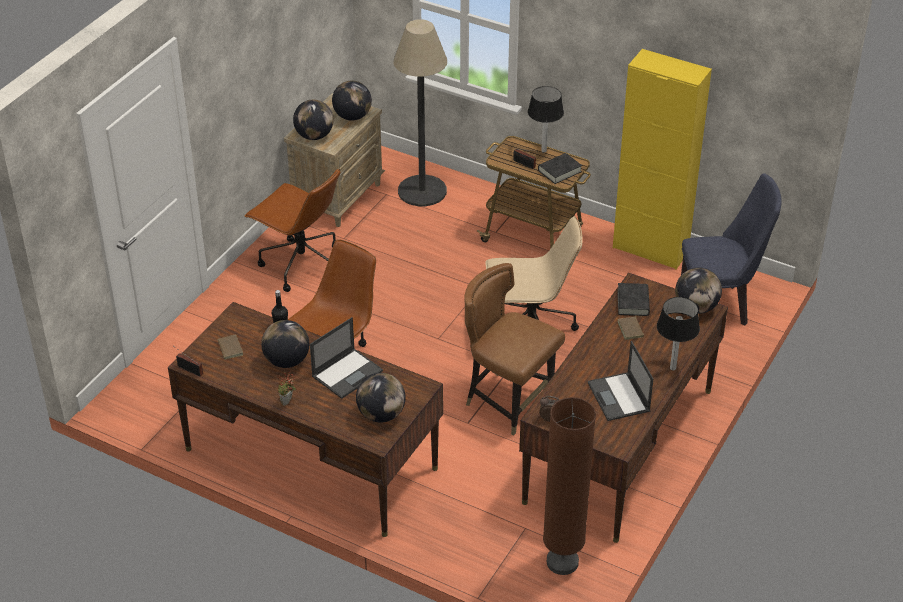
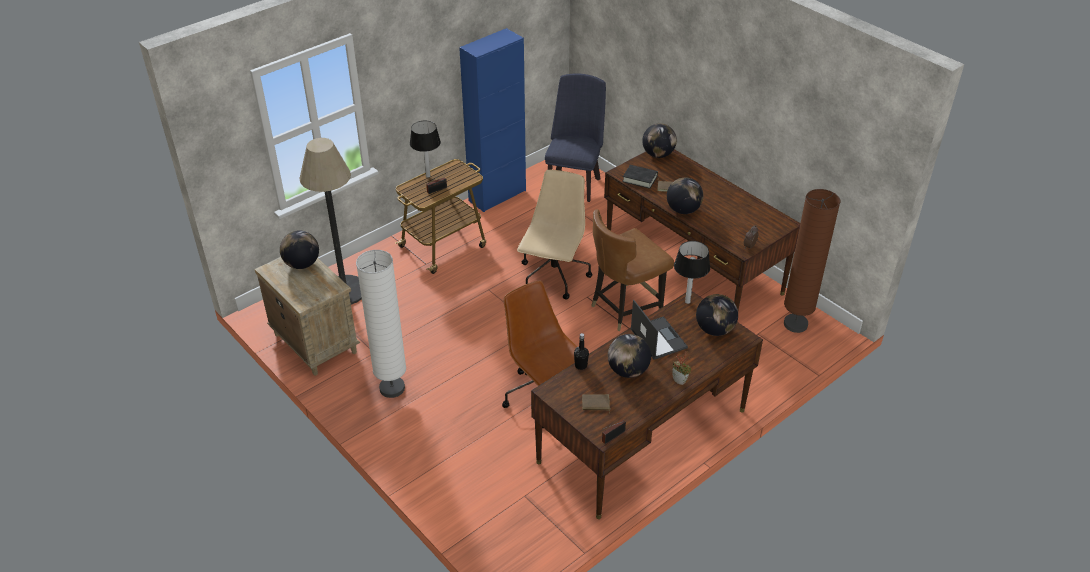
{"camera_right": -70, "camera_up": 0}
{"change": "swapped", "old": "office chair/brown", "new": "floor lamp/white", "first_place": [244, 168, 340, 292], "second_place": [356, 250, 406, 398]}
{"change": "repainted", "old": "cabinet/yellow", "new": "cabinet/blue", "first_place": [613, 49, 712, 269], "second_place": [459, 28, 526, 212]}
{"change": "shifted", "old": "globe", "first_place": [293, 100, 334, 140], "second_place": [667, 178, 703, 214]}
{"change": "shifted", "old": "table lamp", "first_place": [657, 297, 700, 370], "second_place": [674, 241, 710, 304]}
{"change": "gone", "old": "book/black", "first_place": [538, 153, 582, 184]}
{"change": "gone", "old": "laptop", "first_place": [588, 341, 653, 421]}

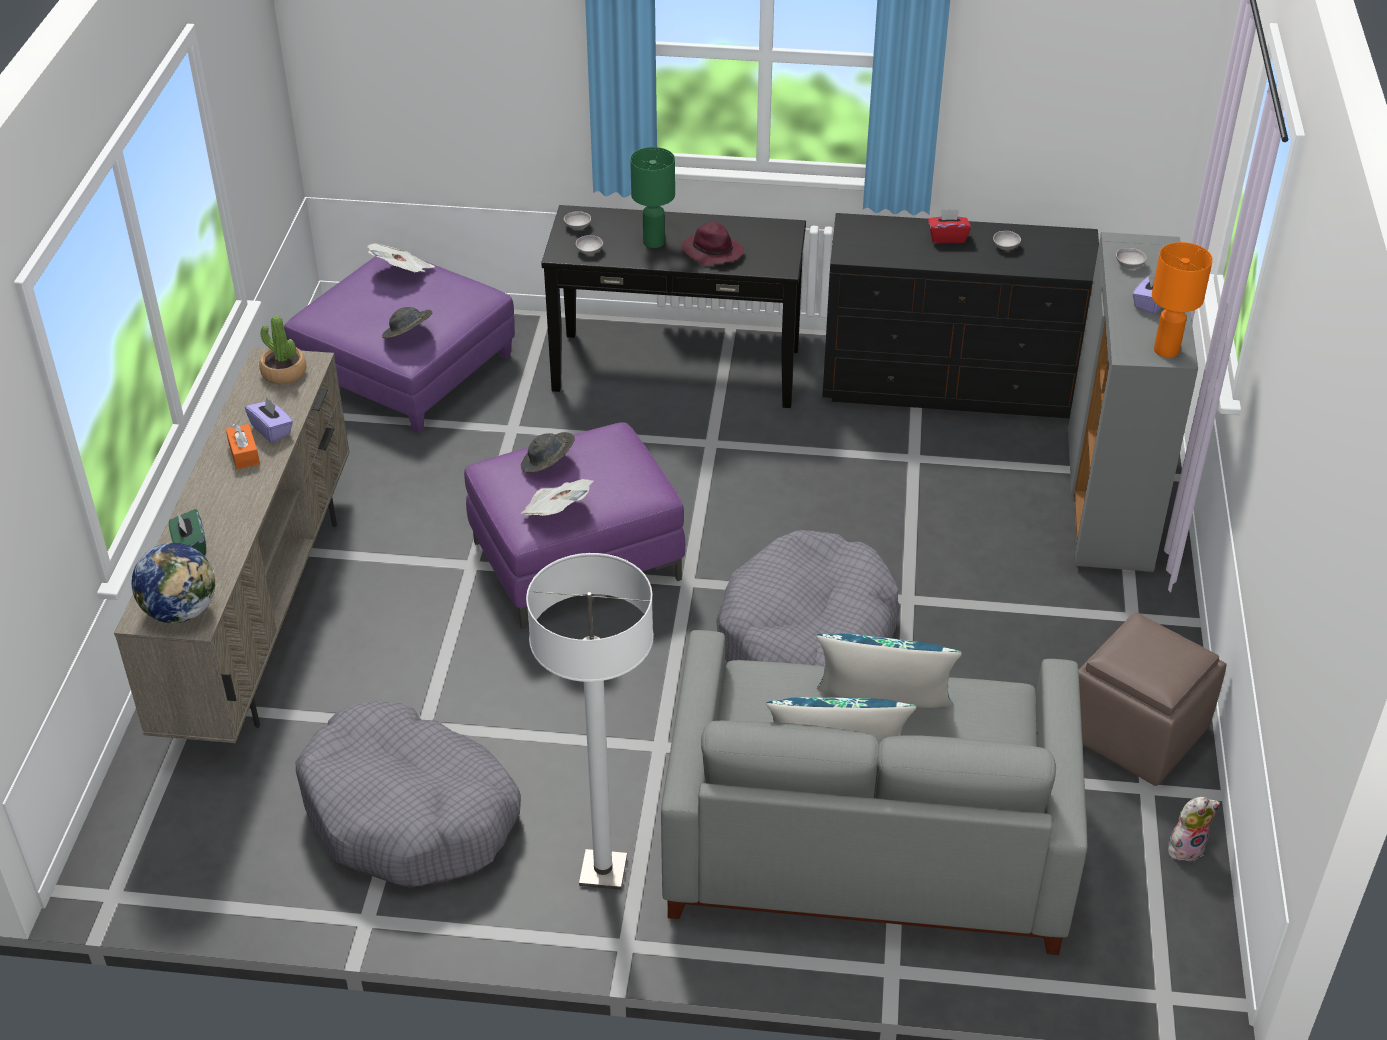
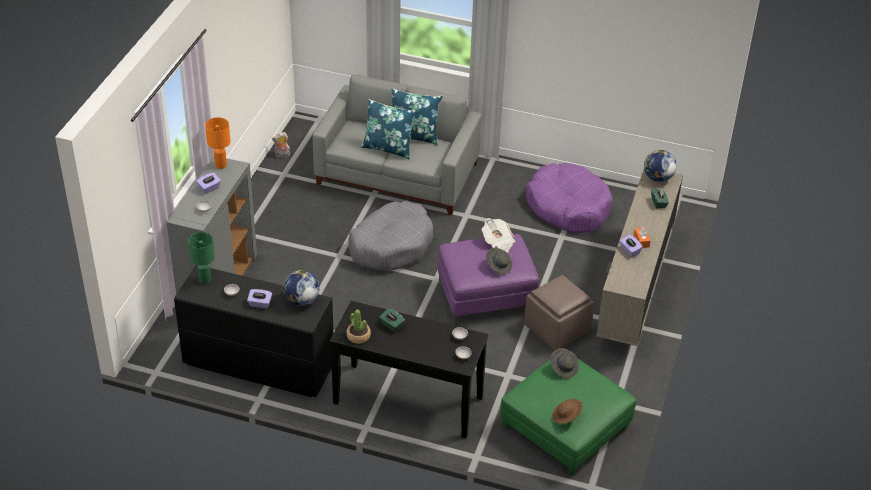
{"camera_right": -170, "camera_up": 0}
{"change": "shifted", "old": "table lamp/green", "first_place": [630, 147, 675, 248], "second_place": [188, 232, 215, 284]}
{"change": "repainted", "old": "tissue box/red", "new": "tissue box/purple", "first_place": [928, 209, 971, 244], "second_place": [247, 289, 272, 308]}
{"change": "new", "new": "globe", "second_place": [283, 270, 320, 306]}
{"change": "shifted", "old": "potted plant", "first_place": [259, 316, 306, 385], "second_place": [347, 310, 371, 344]}
{"change": "swapped", "old": "hat/purple", "new": "tissue box/green", "first_place": [681, 222, 744, 266], "second_place": [379, 308, 405, 332]}
{"change": "repainted", "old": "ottoman/purple", "new": "ottoman/green", "first_place": [284, 256, 515, 433], "second_place": [501, 358, 637, 476]}
{"change": "shifted", "old": "ottoman/brown", "first_place": [1078, 613, 1227, 786], "second_place": [524, 275, 595, 350]}
{"change": "repainted", "old": "dog bed/grey", "new": "dog bed/purple", "first_place": [296, 701, 521, 888], "second_place": [526, 163, 613, 233]}
{"change": "swapped", "old": "newspaper", "new": "hat/brown", "first_place": [367, 243, 435, 273], "second_place": [552, 399, 583, 424]}
{"change": "gone", "old": "floor lamp/white", "first_place": [526, 553, 654, 890]}

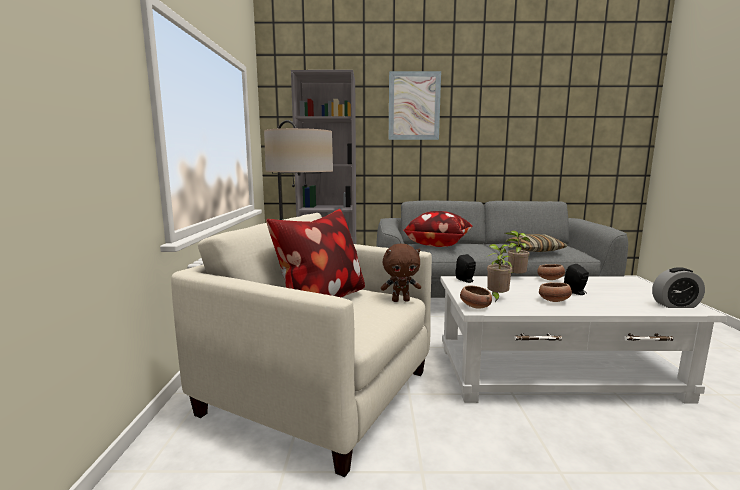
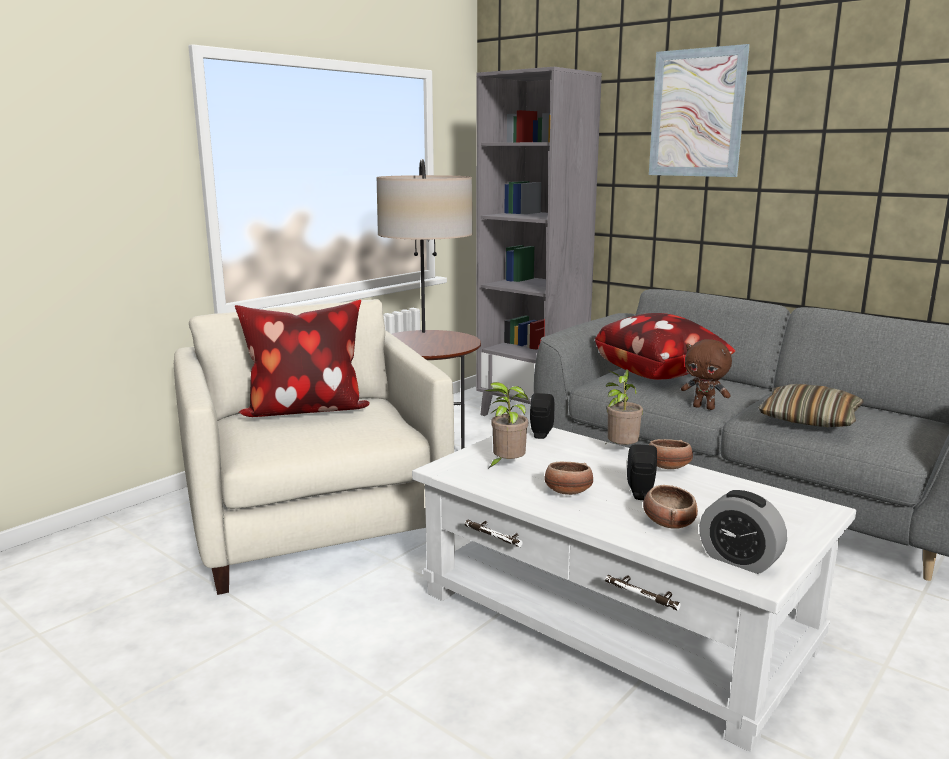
{"camera_right": 40, "camera_up": 5}
{"change": "shifted", "old": "bowl", "first_place": [460, 285, 492, 309], "second_place": [643, 485, 698, 529]}
{"change": "shifted", "old": "plush toy/brown", "first_place": [381, 244, 421, 302], "second_place": [681, 339, 732, 410]}

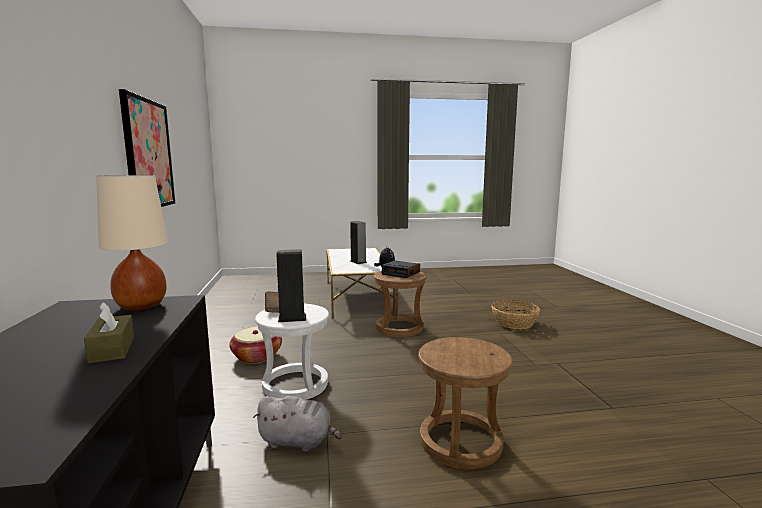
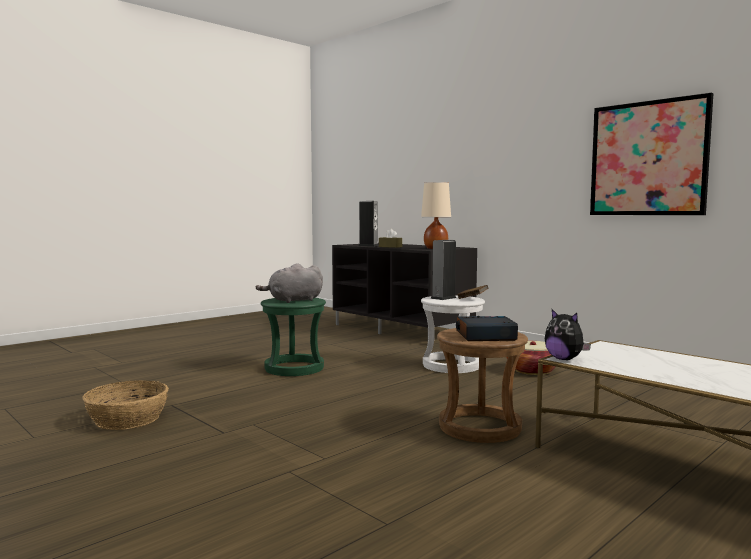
{"camera_right": 145, "camera_up": -5}
{"change": "shifted", "old": "basket", "first_place": [491, 300, 540, 329], "second_place": [82, 380, 168, 430]}
{"change": "shifted", "old": "plush toy/grey", "first_place": [253, 396, 342, 452], "second_place": [256, 263, 323, 303]}
{"change": "repainted", "old": "stool/brown", "new": "stool/green", "first_place": [418, 337, 513, 469], "second_place": [261, 298, 326, 376]}
{"change": "shifted", "old": "speaker", "first_place": [350, 221, 367, 264], "second_place": [358, 201, 379, 246]}

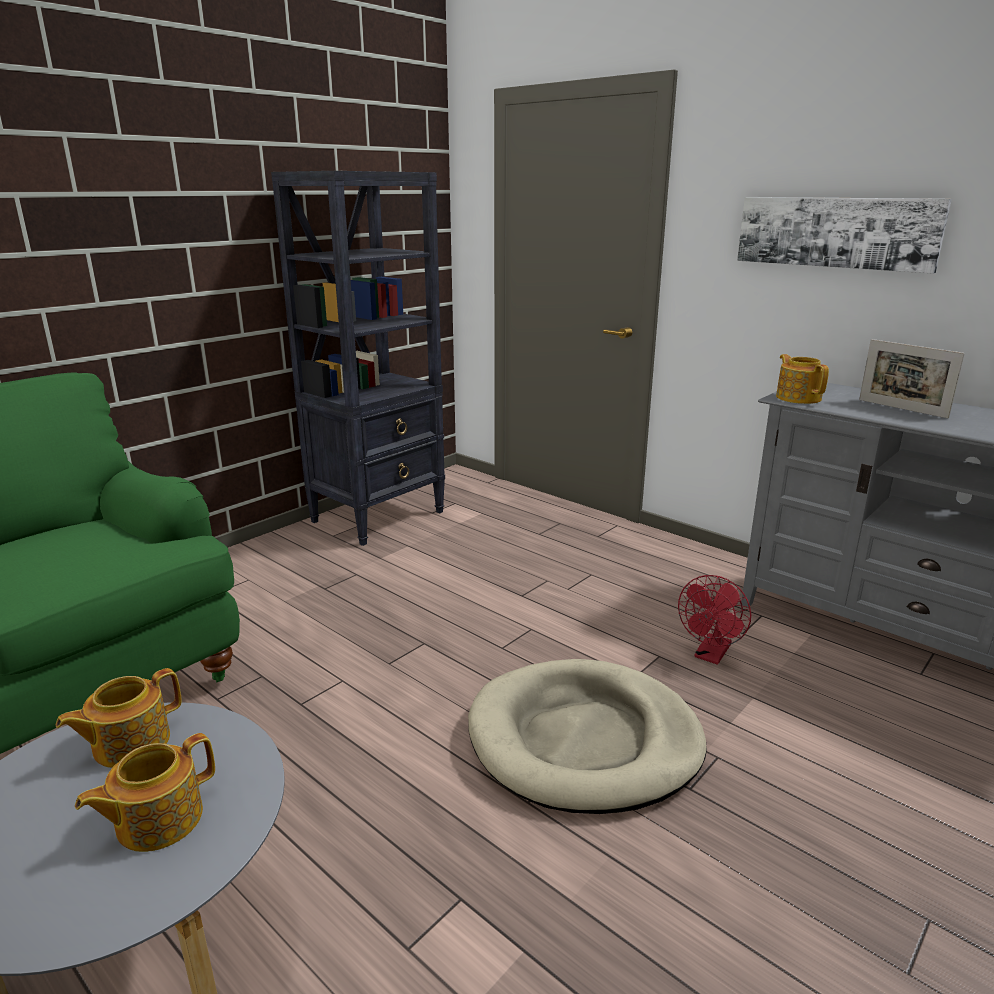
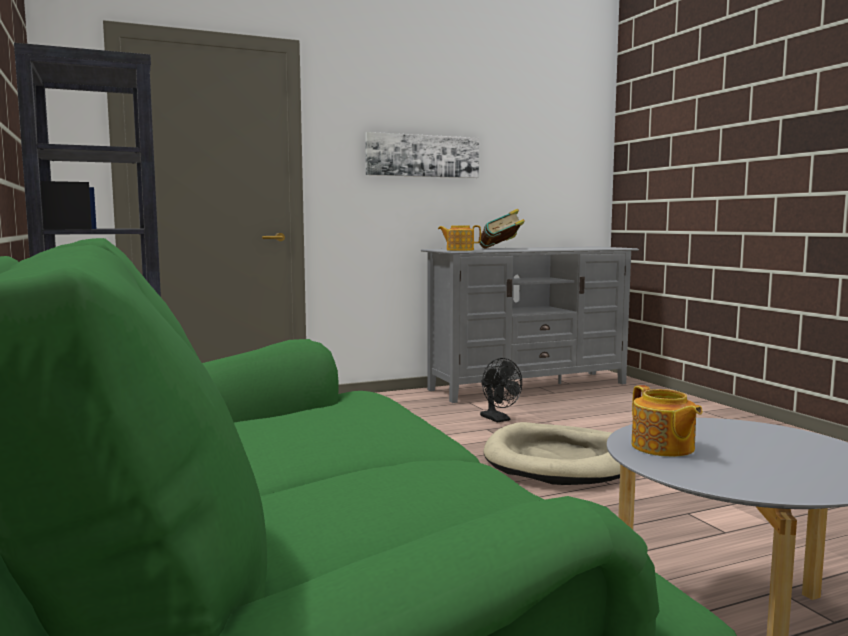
{"camera_right": -65, "camera_up": -15}
{"change": "swapped", "old": "picture frame", "new": "book", "first_place": [859, 339, 965, 418], "second_place": [480, 209, 525, 249]}
{"change": "repainted", "old": "fan/red", "new": "fan/black", "first_place": [678, 575, 751, 664], "second_place": [480, 358, 522, 423]}
{"change": "gone", "old": "teapot", "first_place": [75, 733, 215, 852]}

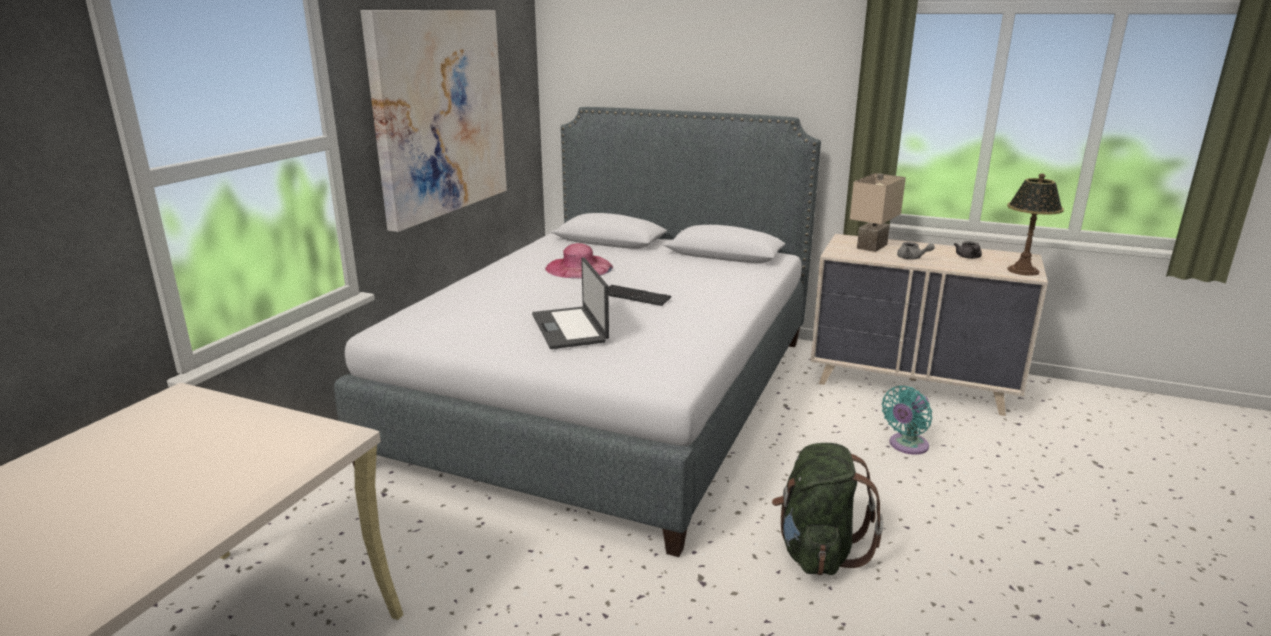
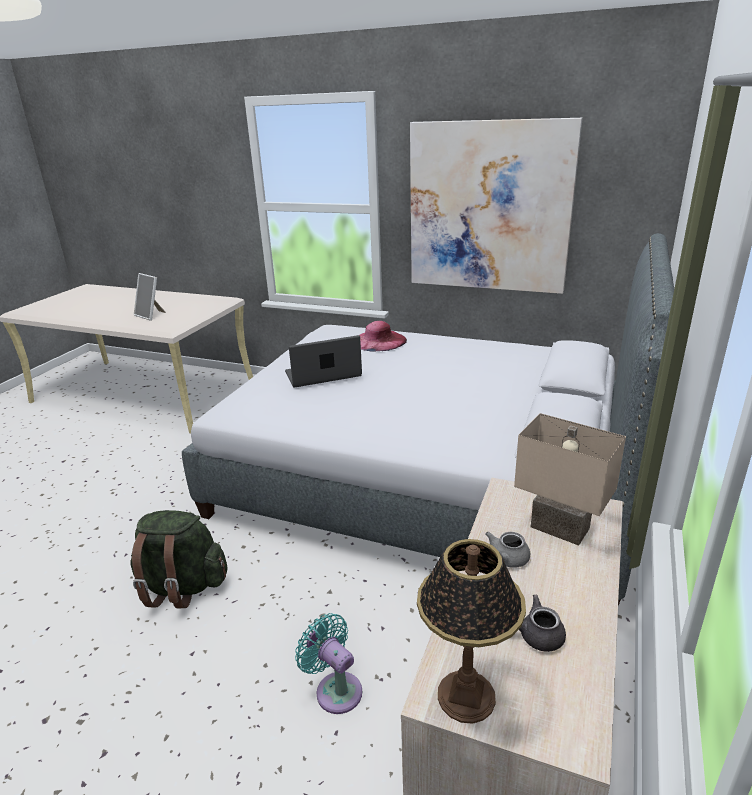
{"camera_right": 90, "camera_up": 5}
{"change": "new", "new": "picture frame", "second_place": [134, 273, 166, 321]}
{"change": "shifted", "old": "hat/pink", "first_place": [545, 243, 613, 279], "second_place": [359, 321, 407, 351]}
{"change": "gone", "old": "keyboard", "first_place": [608, 285, 672, 306]}

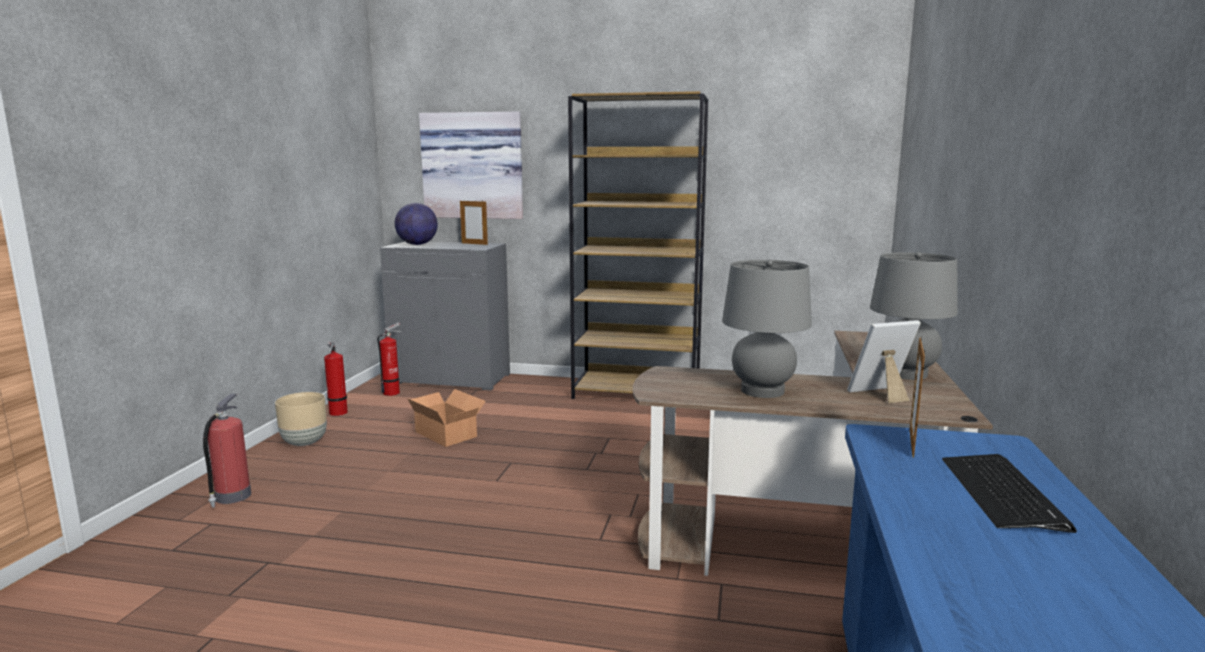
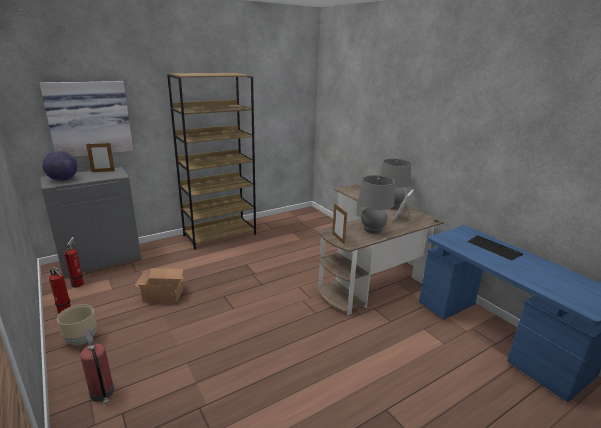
{"camera_right": -45, "camera_up": 10}
{"change": "shifted", "old": "picture frame", "first_place": [910, 337, 925, 458], "second_place": [332, 203, 347, 245]}

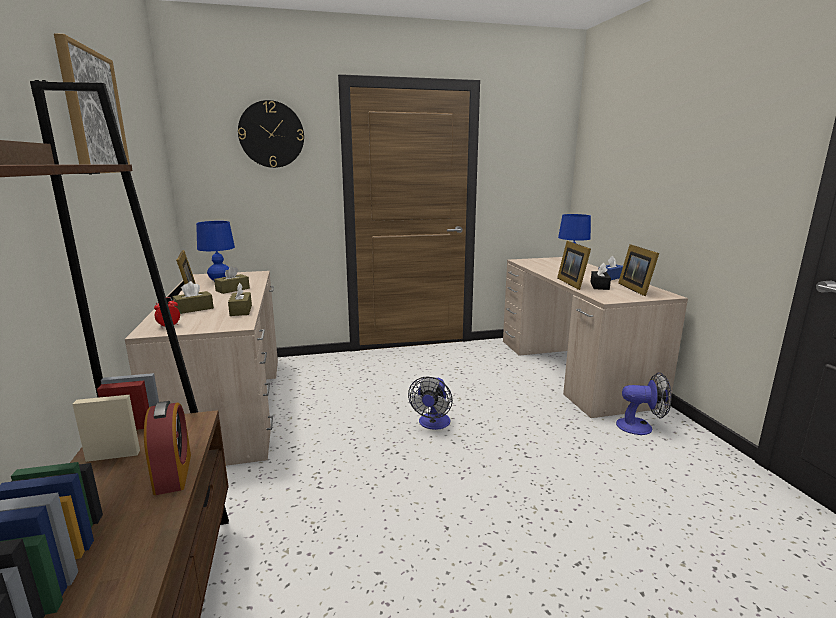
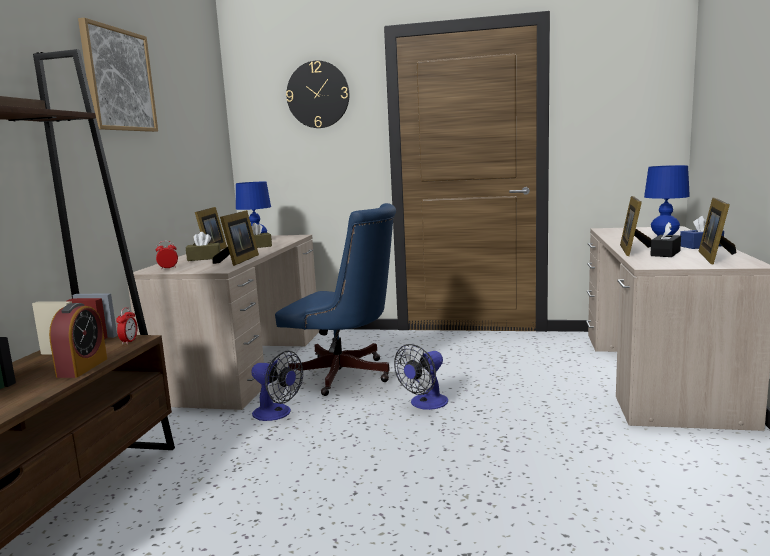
{"camera_right": 25, "camera_up": -5}
{"change": "new", "new": "alarm clock", "second_place": [116, 307, 137, 345]}
{"change": "swapped", "old": "tissue box/brown", "new": "picture frame", "first_place": [228, 283, 252, 316], "second_place": [212, 210, 259, 266]}
{"change": "shifted", "old": "fan", "first_place": [616, 372, 672, 435], "second_place": [251, 351, 303, 421]}
{"change": "new", "new": "office chair/blue", "second_place": [275, 203, 396, 396]}

